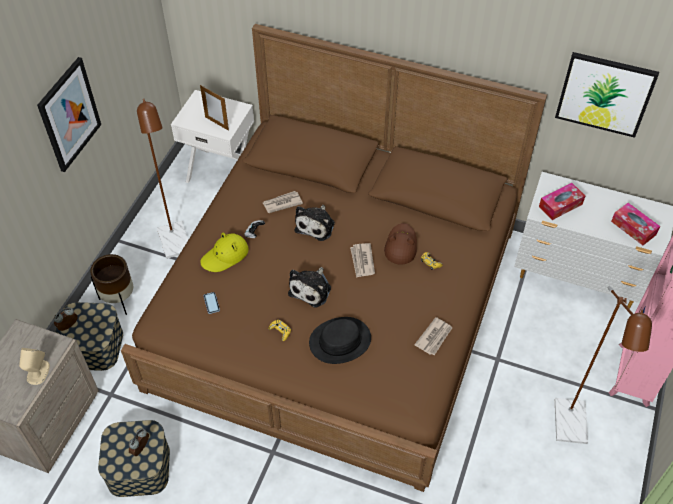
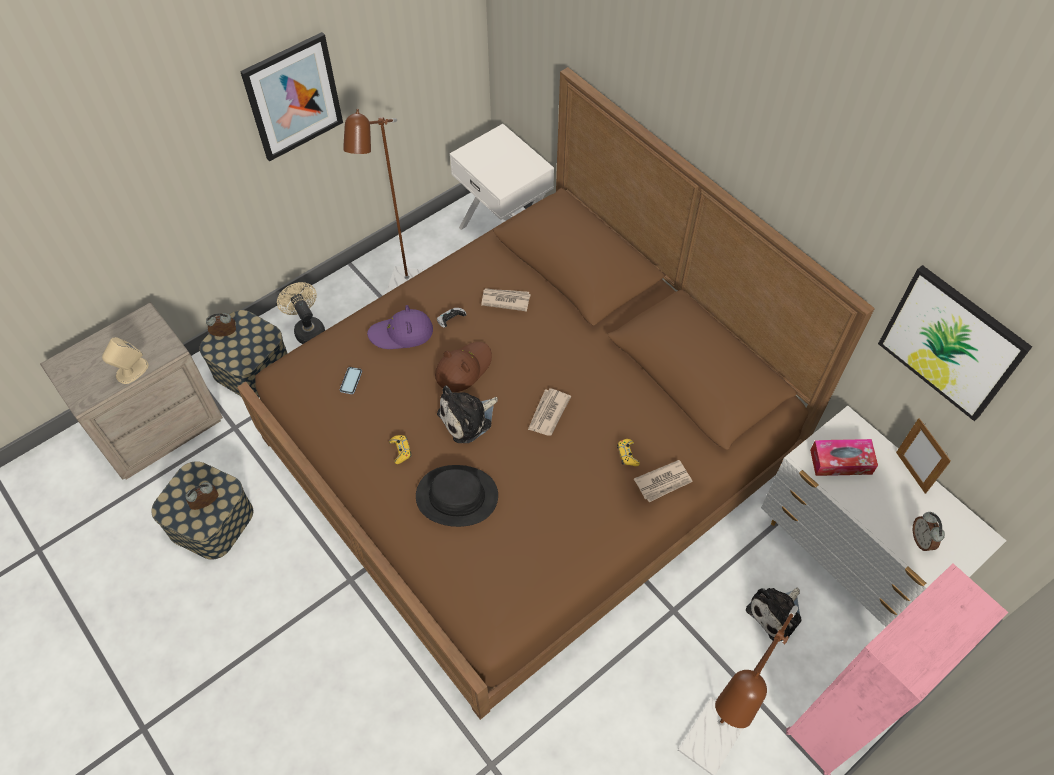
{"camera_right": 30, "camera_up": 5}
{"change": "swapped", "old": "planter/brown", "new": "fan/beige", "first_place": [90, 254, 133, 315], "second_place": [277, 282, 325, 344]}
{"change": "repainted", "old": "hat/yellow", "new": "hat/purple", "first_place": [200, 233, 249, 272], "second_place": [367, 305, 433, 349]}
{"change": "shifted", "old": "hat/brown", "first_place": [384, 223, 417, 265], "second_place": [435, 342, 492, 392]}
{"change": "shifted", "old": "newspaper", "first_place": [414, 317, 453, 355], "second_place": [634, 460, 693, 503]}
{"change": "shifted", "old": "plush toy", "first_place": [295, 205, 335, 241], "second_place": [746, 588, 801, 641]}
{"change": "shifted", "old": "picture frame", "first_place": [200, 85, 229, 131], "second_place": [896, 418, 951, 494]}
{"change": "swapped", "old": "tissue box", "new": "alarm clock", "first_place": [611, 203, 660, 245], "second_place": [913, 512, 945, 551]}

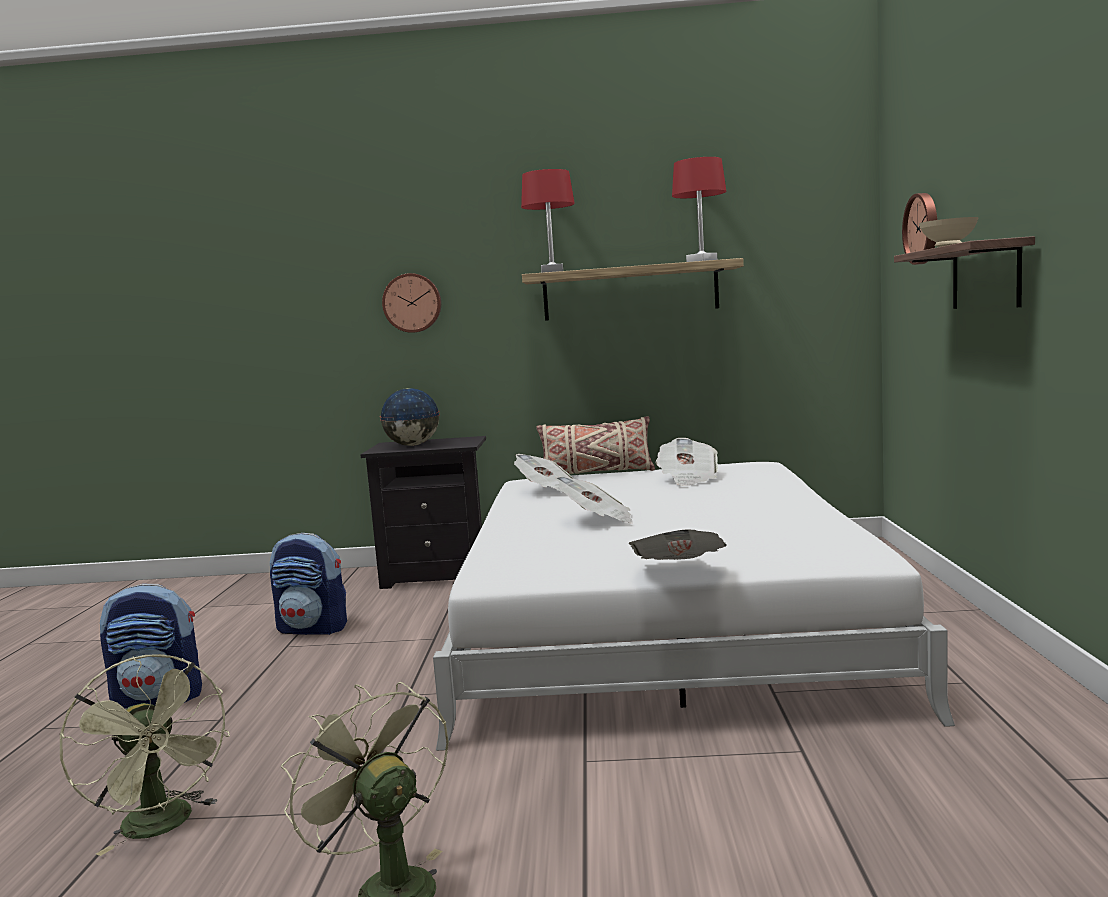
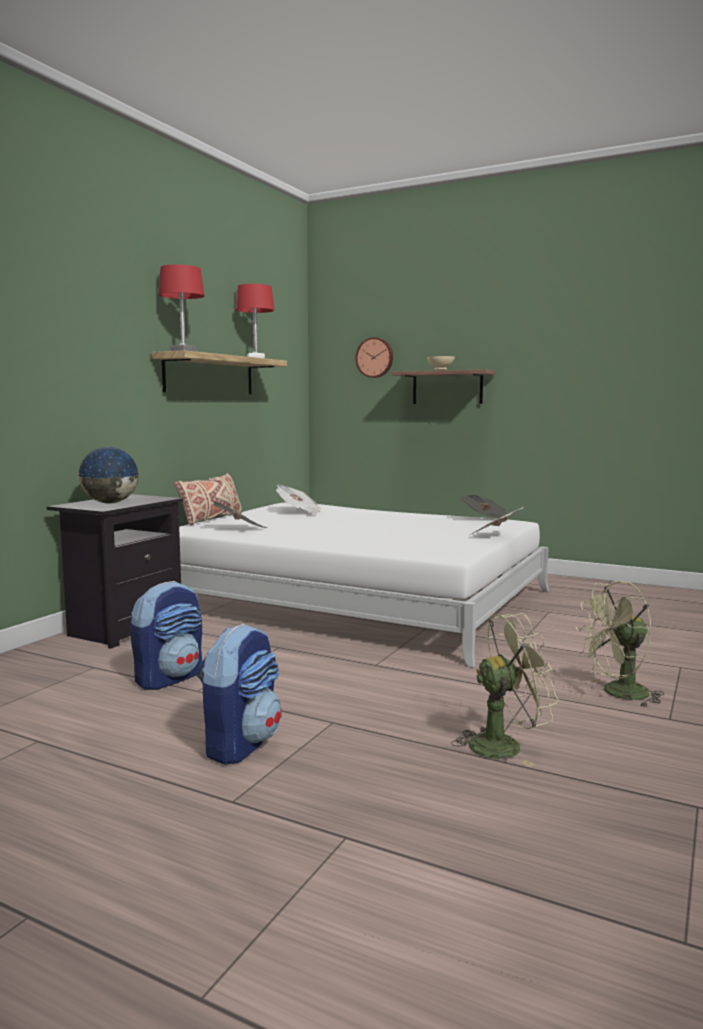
{"camera_right": -65, "camera_up": 0}
{"change": "shifted", "old": "newspaper", "first_place": [555, 476, 633, 523], "second_place": [460, 495, 507, 518]}
{"change": "gone", "old": "wall clock", "first_place": [382, 273, 441, 333]}

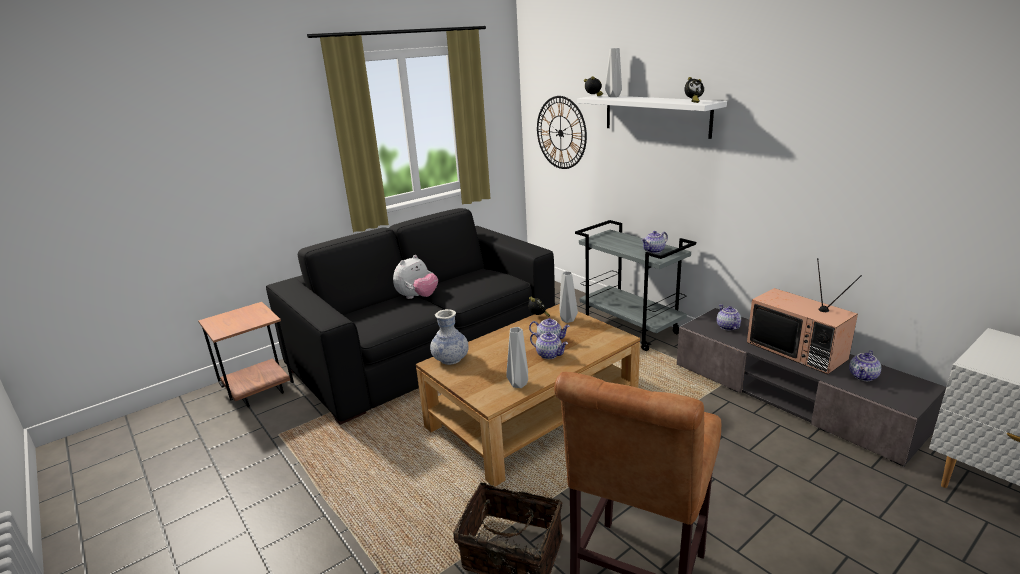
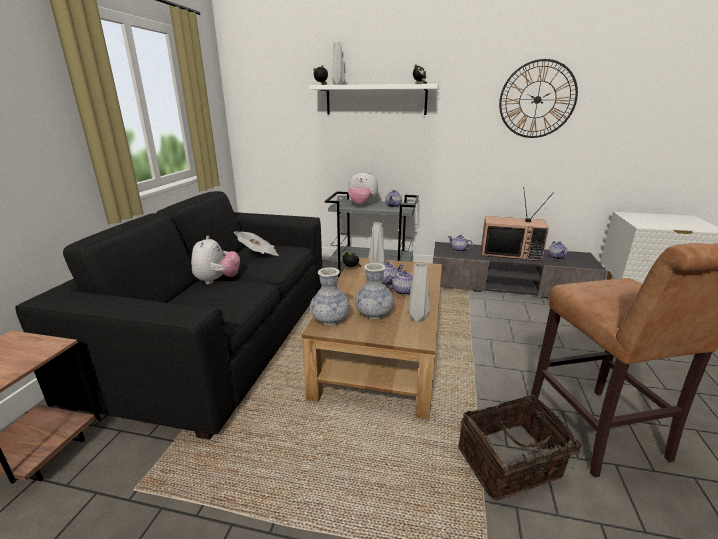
{"camera_right": -40, "camera_up": 0}
{"change": "new", "new": "newspaper", "second_place": [234, 231, 279, 256]}
{"change": "new", "new": "plush toy", "second_place": [348, 171, 378, 205]}
{"change": "new", "new": "vase", "second_place": [355, 263, 394, 319]}
{"change": "shifted", "old": "wall clock", "first_place": [537, 96, 587, 169], "second_place": [499, 59, 578, 138]}

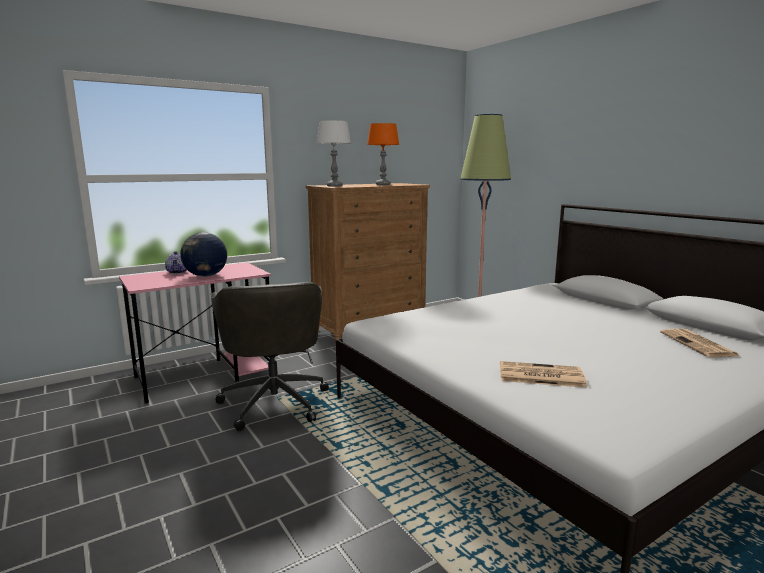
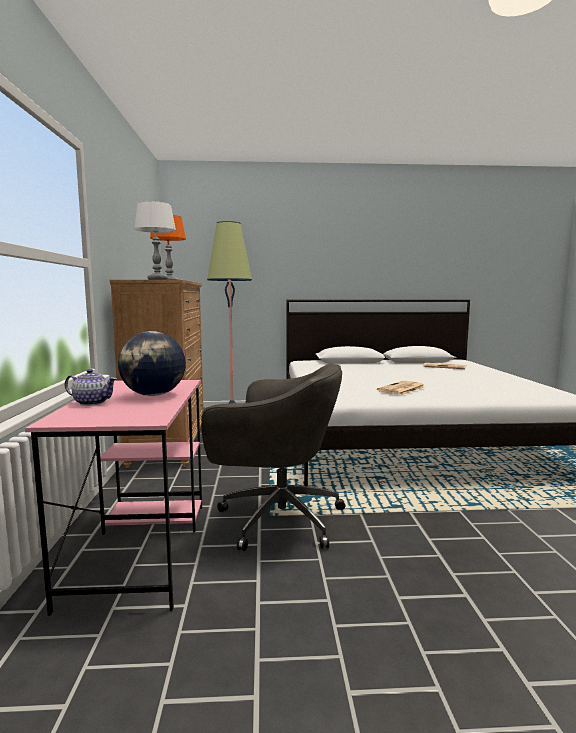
{"camera_right": -60, "camera_up": -5}
{"change": "shifted", "old": "newspaper", "first_place": [500, 361, 587, 388], "second_place": [377, 381, 425, 395]}

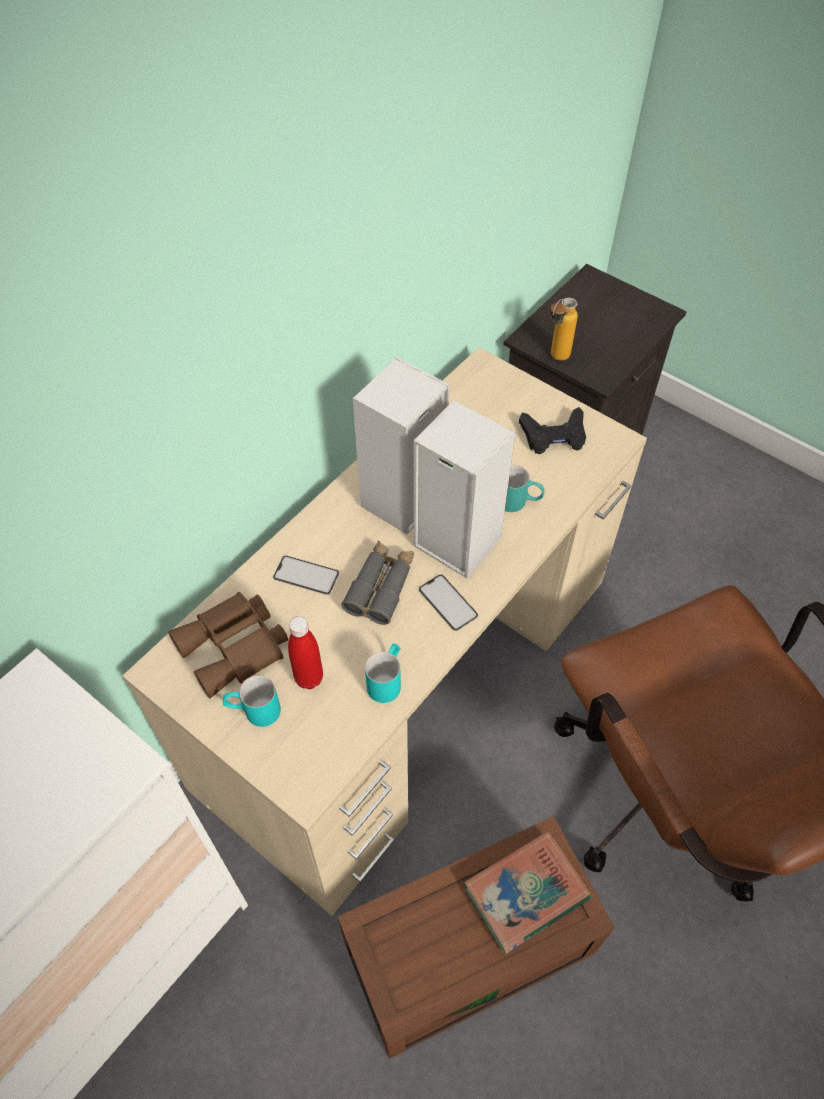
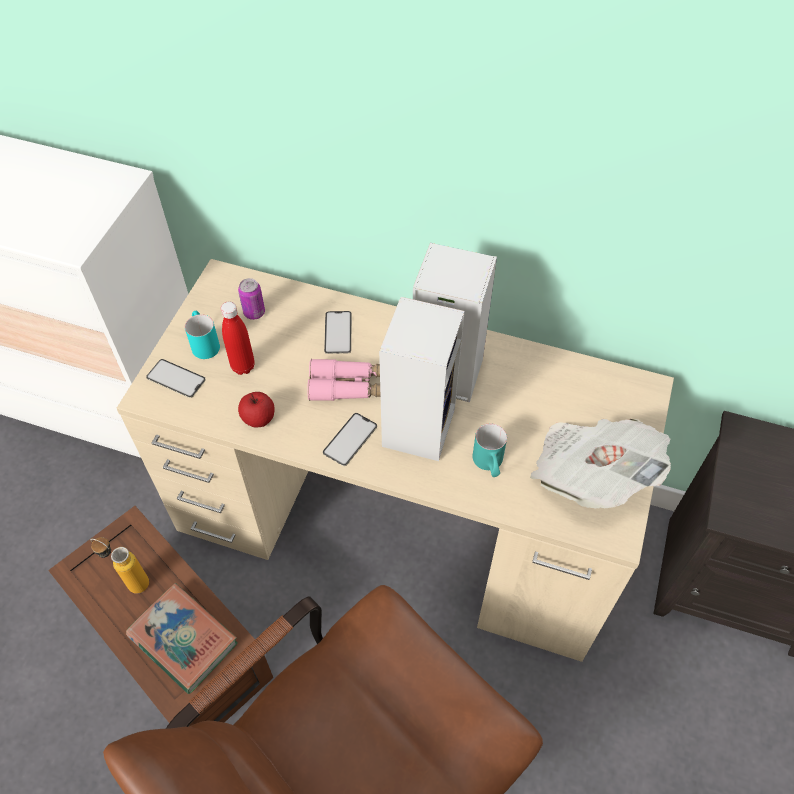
{"camera_right": 70, "camera_up": 0}
{"change": "shifted", "old": "bottle", "first_place": [550, 298, 578, 361], "second_place": [91, 537, 149, 594]}
{"change": "new", "new": "phone", "second_place": [146, 359, 206, 398]}
{"change": "swapped", "old": "binoculars/brown", "new": "can", "first_place": [168, 592, 288, 699], "second_place": [238, 278, 265, 320]}
{"change": "swapped", "old": "mug/turquoise", "new": "apple", "first_place": [365, 644, 401, 703], "second_place": [238, 392, 275, 428]}
{"change": "repainted", "old": "binoculars/grey", "new": "binoculars/pink", "first_place": [341, 541, 414, 625], "second_place": [307, 359, 381, 401]}
{"change": "swapped", "old": "game controller/black", "new": "newspaper", "first_place": [519, 407, 586, 454], "second_place": [530, 419, 671, 509]}

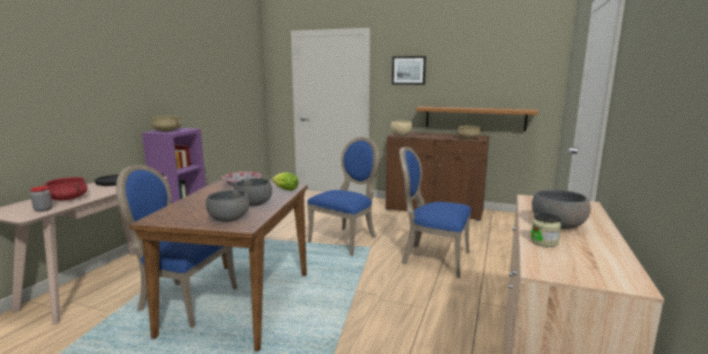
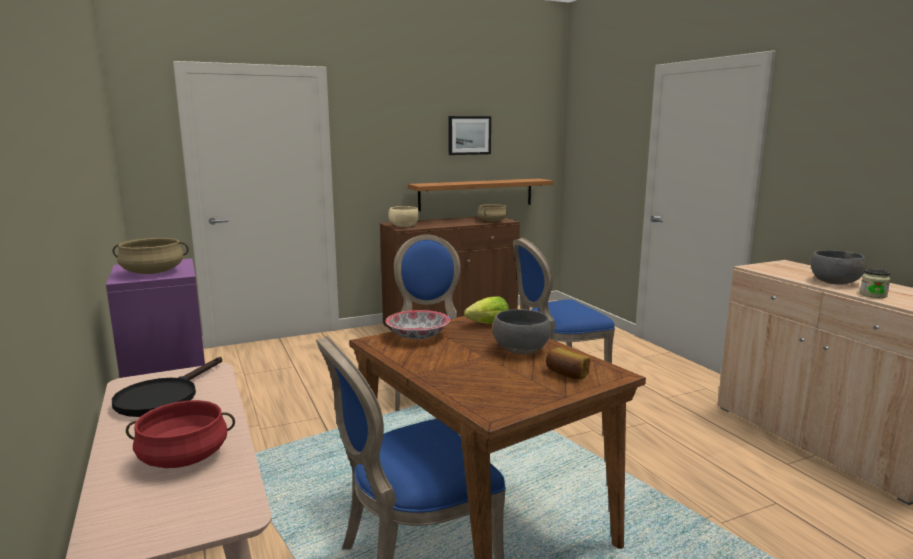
{"camera_right": -45, "camera_up": 0}
{"change": "shifted", "old": "picture", "first_place": [392, 56, 426, 85], "second_place": [449, 116, 491, 155]}
{"change": "swapped", "old": "bowl/grey", "new": "bread", "first_place": [206, 190, 249, 222], "second_place": [546, 347, 590, 380]}
{"change": "gone", "old": "jar", "first_place": [30, 186, 53, 212]}

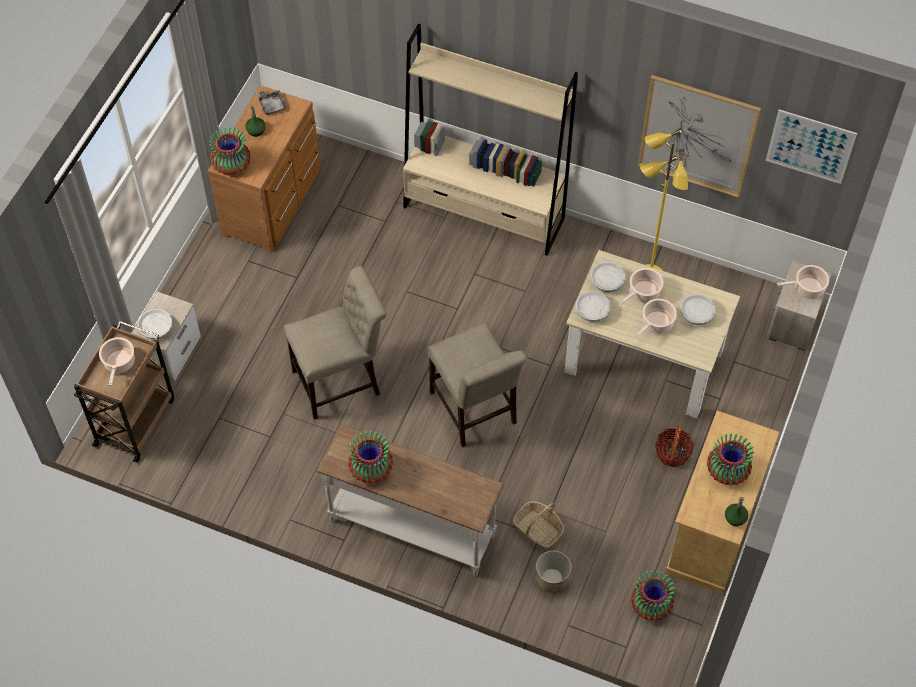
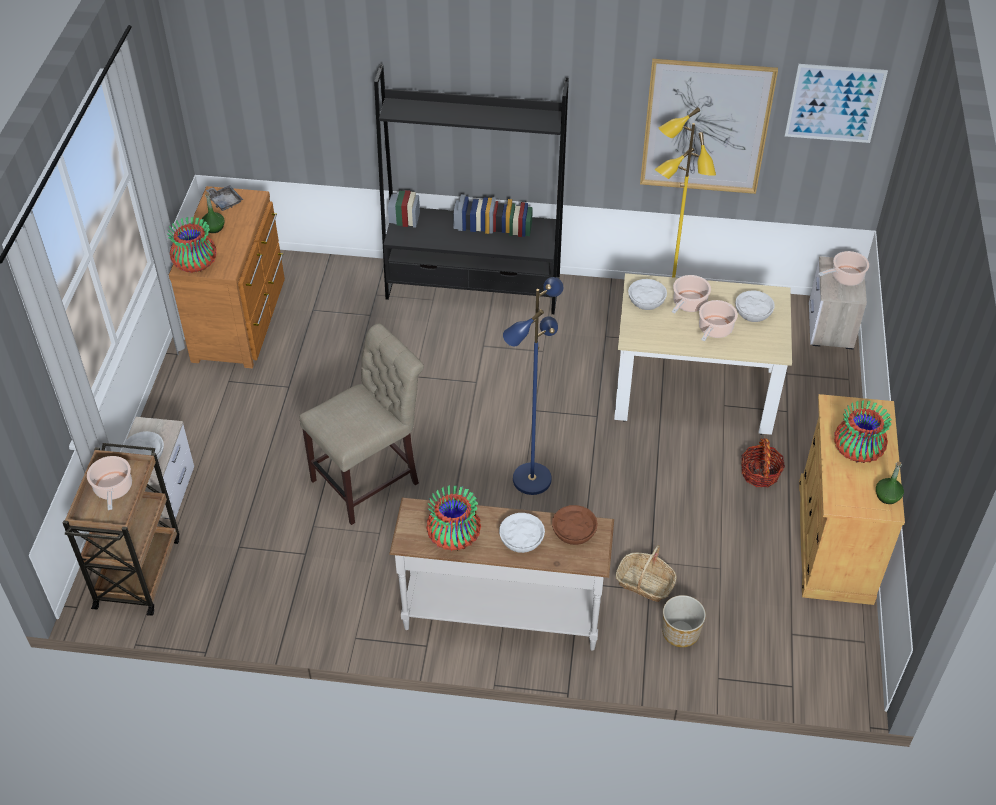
{"camera_right": -15, "camera_up": -10}
{"change": "repainted", "old": "bookcase/beige", "new": "bookcase/black", "first_place": [403, 23, 578, 256], "second_place": [374, 64, 569, 314]}
{"change": "shifted", "old": "bowl/white", "first_place": [576, 291, 611, 322], "second_place": [499, 513, 545, 553]}
{"change": "swapped", "old": "chair/beige", "new": "floor lamp/blue", "first_place": [427, 322, 527, 447], "second_place": [503, 277, 563, 495]}
{"change": "new", "new": "bowl/brown", "second_place": [552, 505, 598, 545]}
{"change": "gone", "old": "vase", "first_place": [630, 571, 675, 621]}

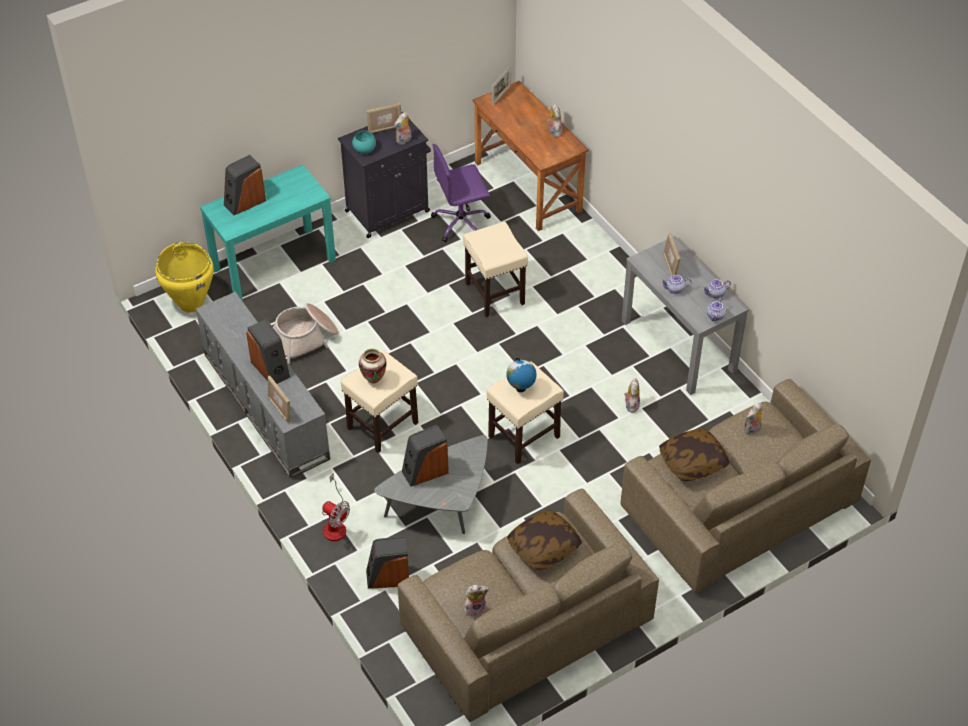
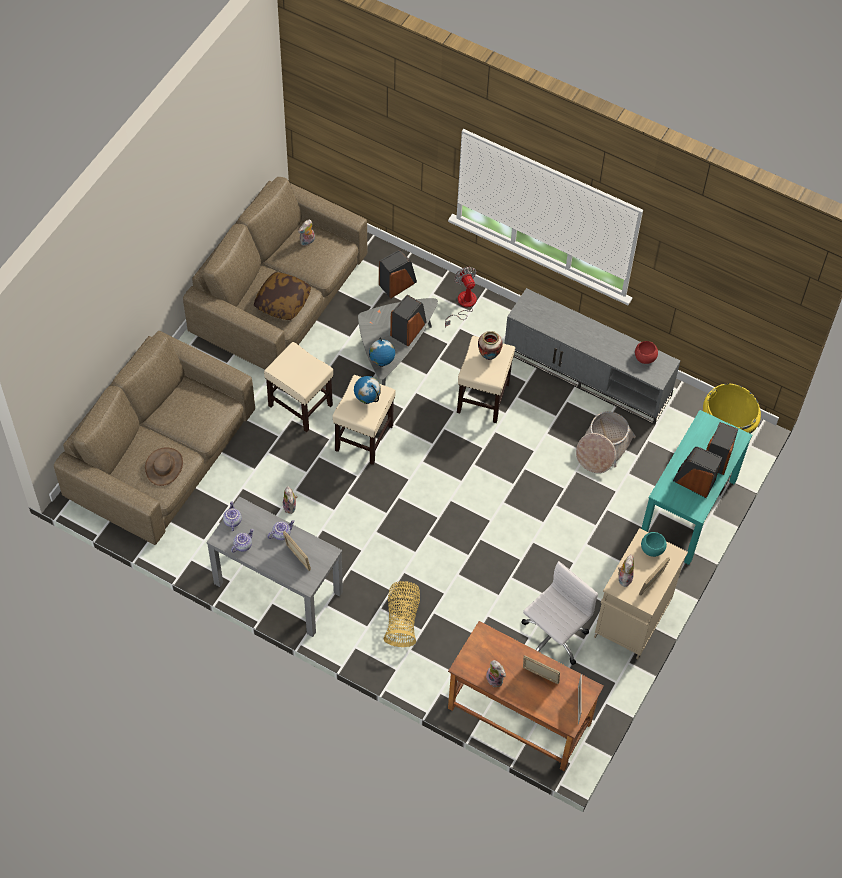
{"camera_right": 150, "camera_up": 10}
{"change": "swapped", "old": "plush toy", "new": "hat/brown", "first_place": [743, 403, 762, 435], "second_place": [145, 447, 183, 486]}
{"change": "shifted", "old": "stool/beige", "first_place": [463, 222, 528, 317], "second_place": [264, 342, 333, 432]}
{"change": "new", "new": "globe", "second_place": [369, 337, 395, 367]}
{"change": "new", "new": "basket", "second_place": [383, 581, 420, 647]}
{"change": "rotated", "old": "fan", "first_place": [321, 474, 350, 541], "second_place": [445, 267, 477, 327], "degrees": 60}
{"change": "repainted", "old": "office chair/purple", "new": "office chair/white", "first_place": [431, 144, 491, 243], "second_place": [522, 561, 598, 665]}
{"change": "shifted", "old": "picture frame", "first_place": [268, 376, 290, 423], "second_place": [523, 655, 560, 684]}
{"change": "repainted", "old": "cabinet/black", "new": "cabinet/beige", "first_place": [338, 112, 431, 238], "second_place": [594, 528, 688, 660]}
{"change": "new", "new": "bowl/red", "second_place": [635, 341, 658, 364]}
{"change": "shifted", "old": "speaker", "first_place": [246, 319, 290, 384], "second_place": [673, 447, 722, 498]}
{"change": "gone", "old": "pillow", "first_place": [659, 428, 729, 482]}

